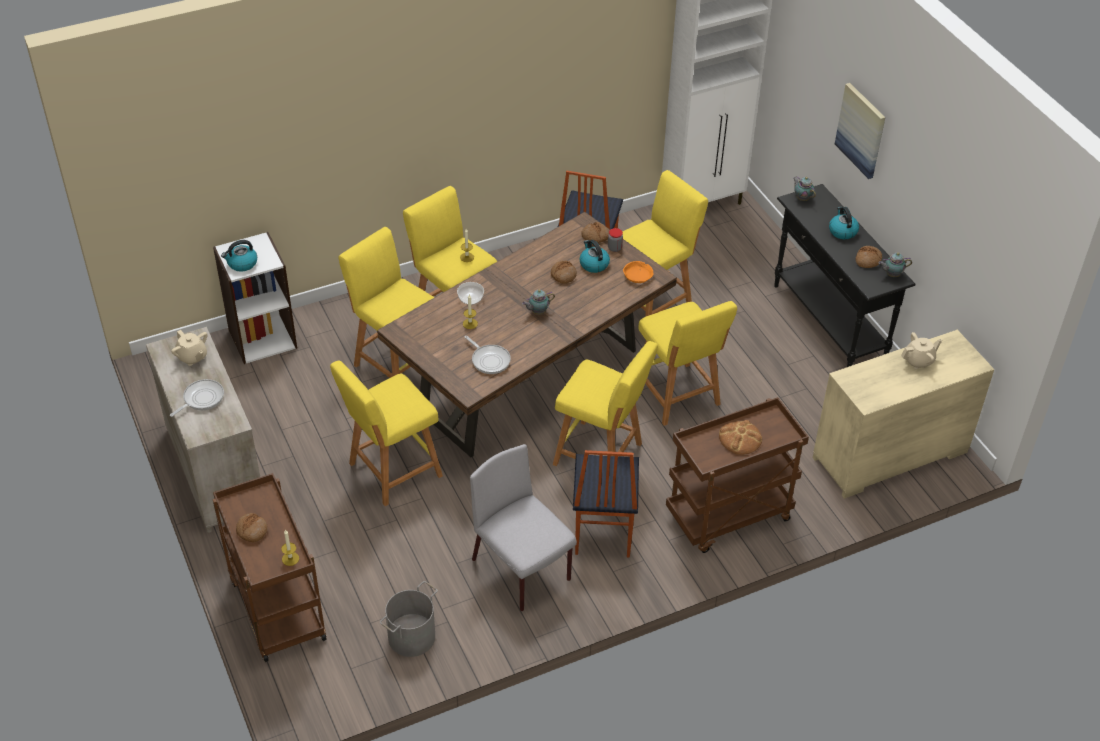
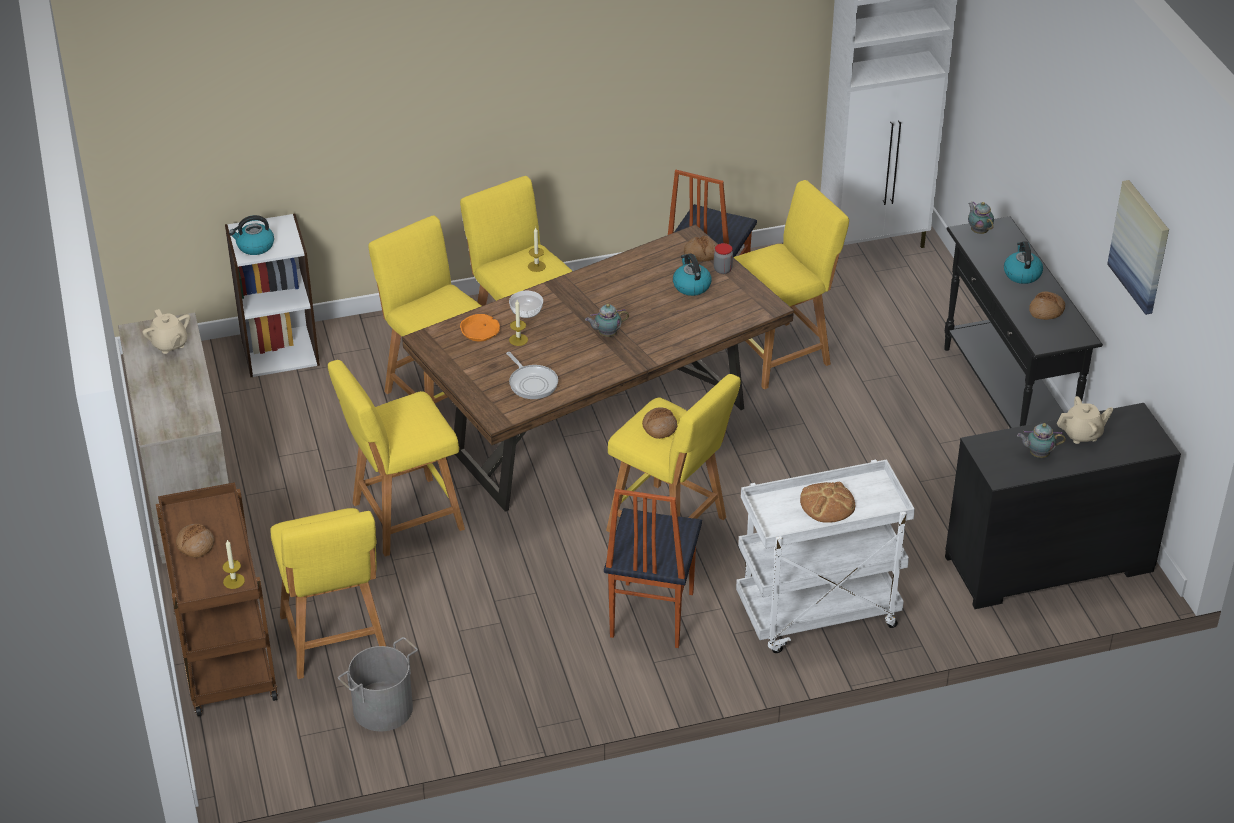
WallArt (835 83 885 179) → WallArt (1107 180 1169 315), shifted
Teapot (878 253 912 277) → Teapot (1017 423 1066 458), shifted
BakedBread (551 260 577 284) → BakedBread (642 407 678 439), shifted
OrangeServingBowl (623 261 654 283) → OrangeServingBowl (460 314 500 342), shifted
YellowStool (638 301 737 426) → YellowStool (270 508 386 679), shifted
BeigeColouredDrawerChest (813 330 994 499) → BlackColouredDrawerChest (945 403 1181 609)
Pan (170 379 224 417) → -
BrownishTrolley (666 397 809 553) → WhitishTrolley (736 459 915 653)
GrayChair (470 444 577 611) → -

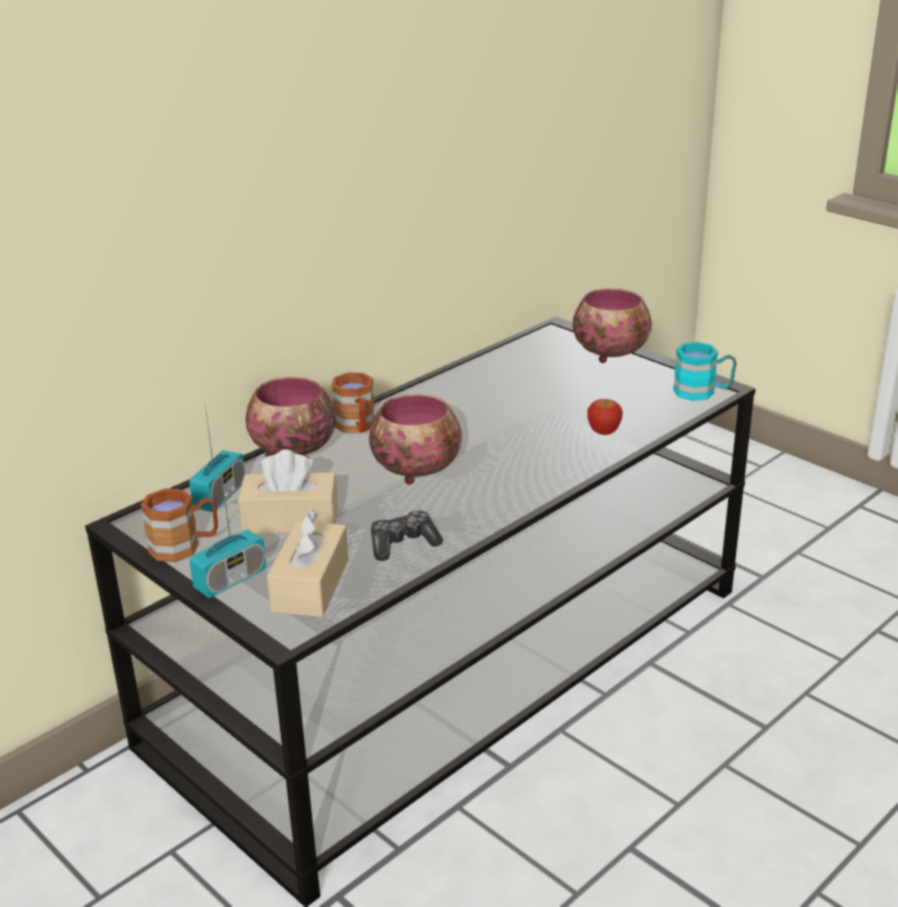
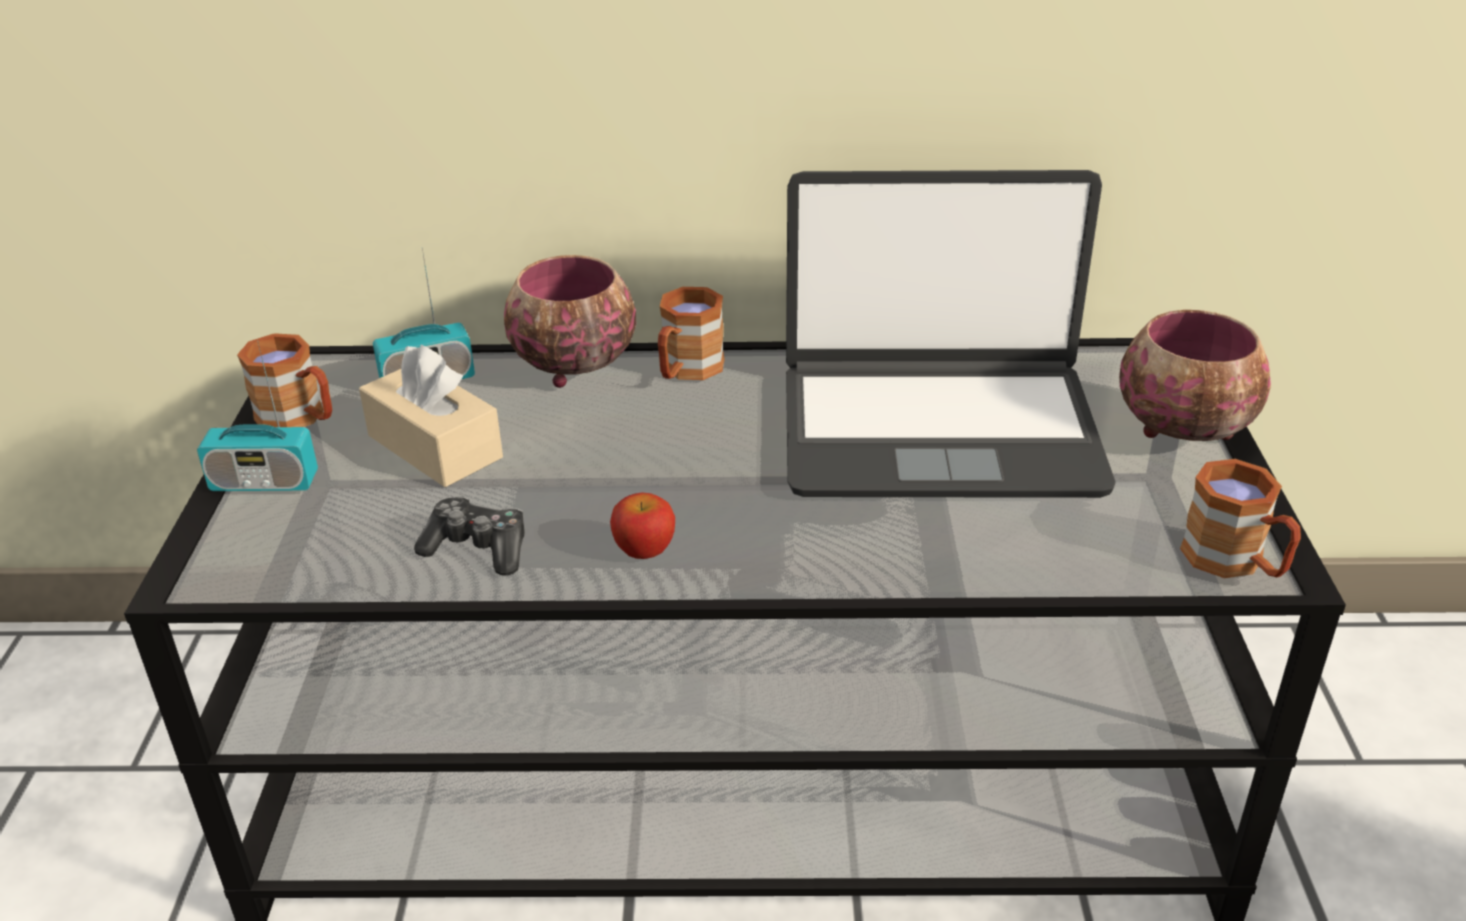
BlueGreenMug (673 342 736 401) → BrownishMug (1180 459 1301 578)
ServingBowl (369 394 462 484) → -
WholeApple (587 399 623 435) → WholeApple (610 492 675 559), shifted
BeigeColouredTissueBox (267 510 349 617) → -
- → PortableComputer (786 170 1116 498)

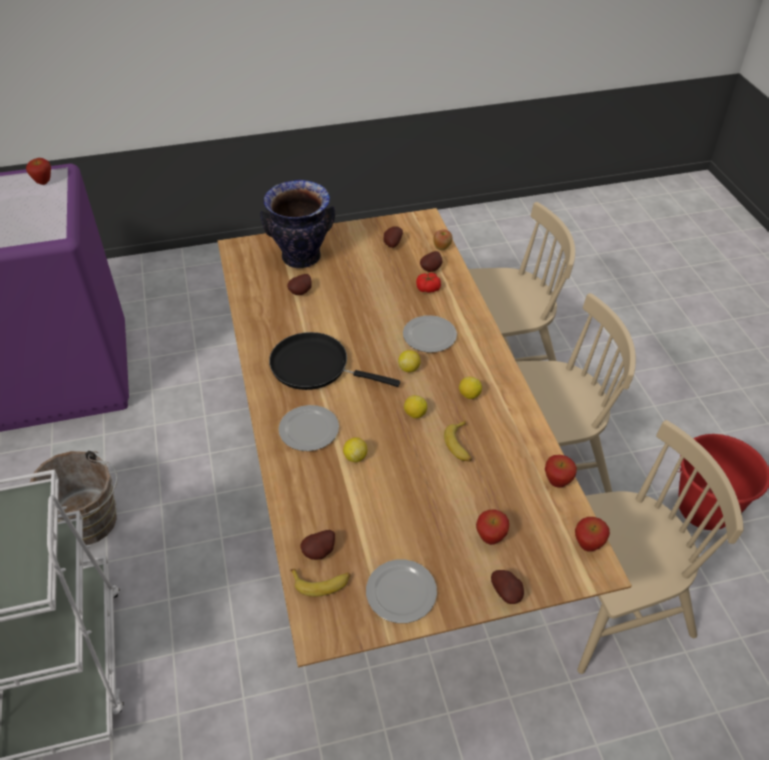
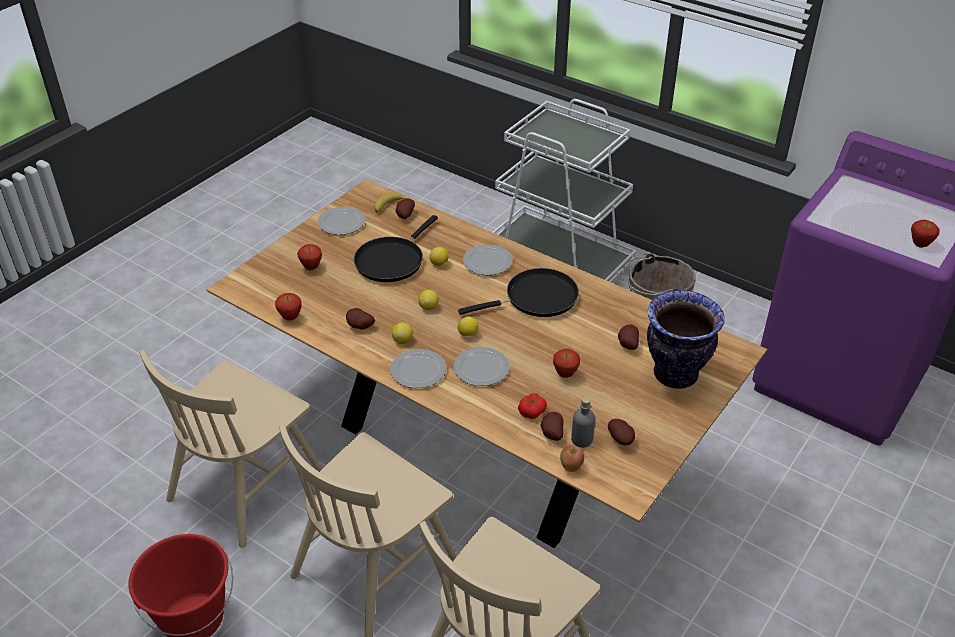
BananaFruit (444 420 472 461) → -
WholeApple (575 517 610 552) → WholeApple (553 349 580 378), shifted
WholePotato (491 570 524 604) → WholePotato (346 308 375 329), shifted
- → BlackColouredPan (354 215 438 282)
- → DinnerPlate (390 349 446 388)
- → GrayBeverageBottle (571 396 595 448)

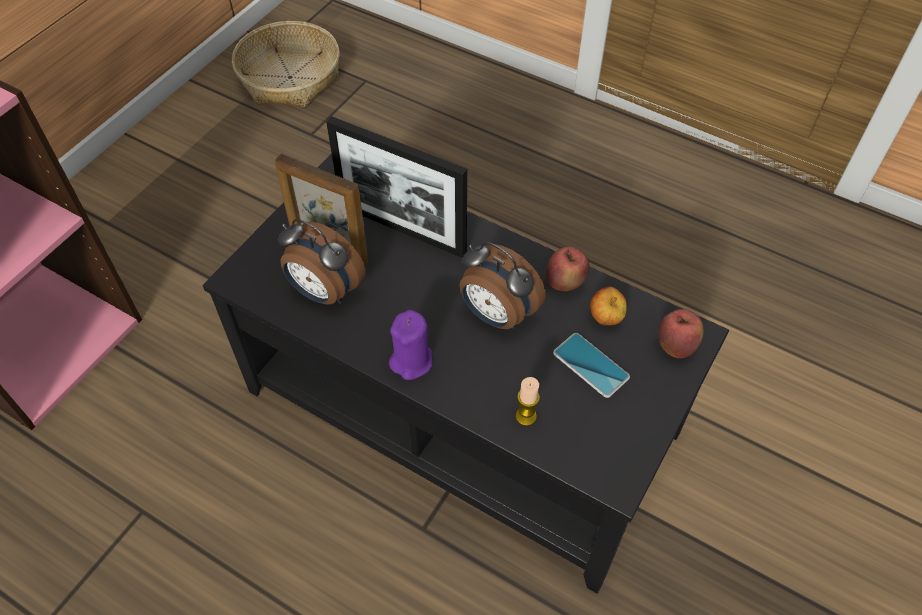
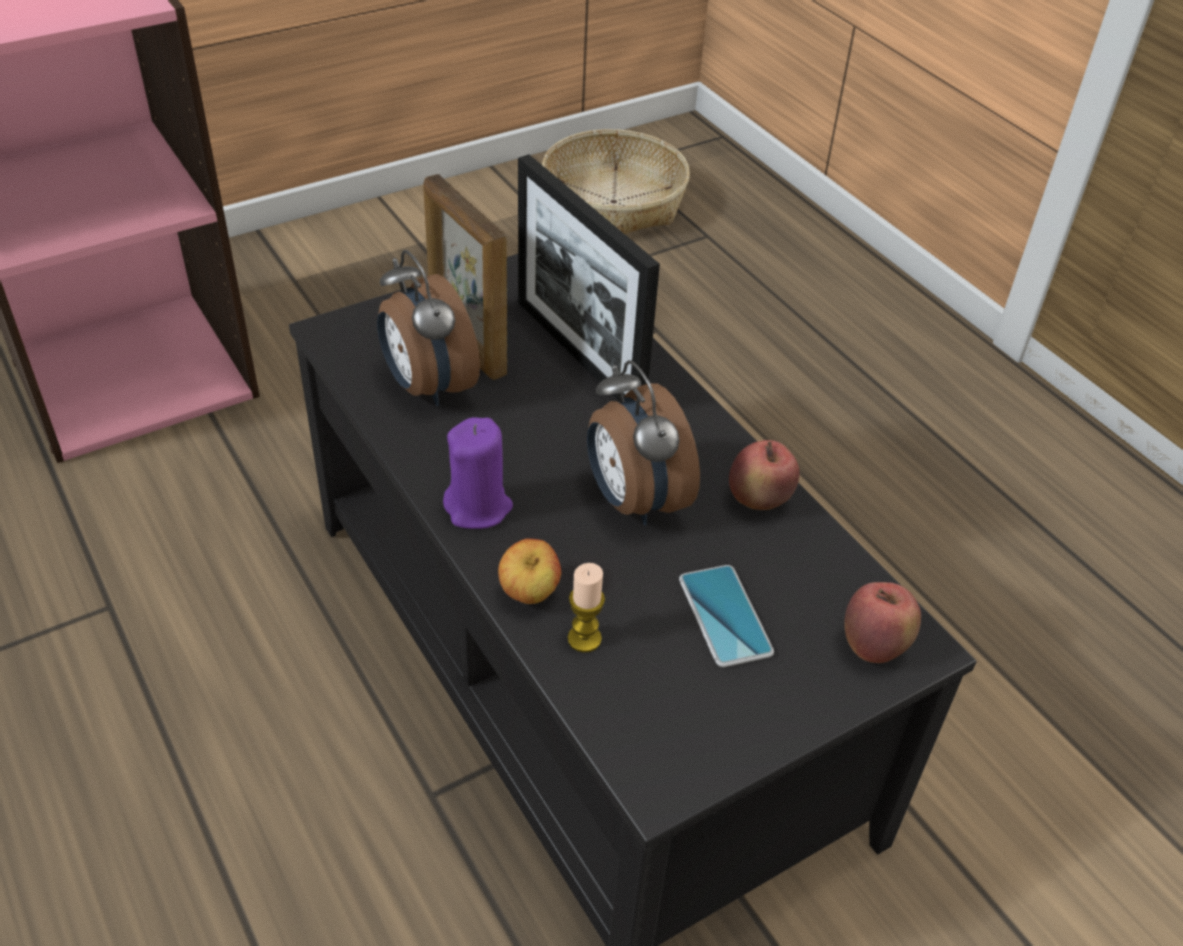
WholeApple (590 286 627 325) → WholeApple (498 538 561 604), shifted

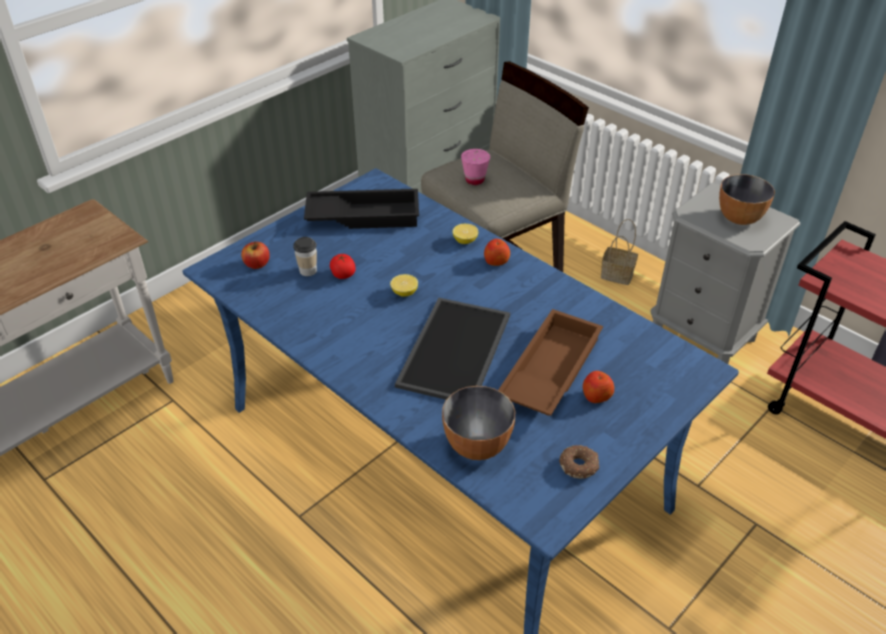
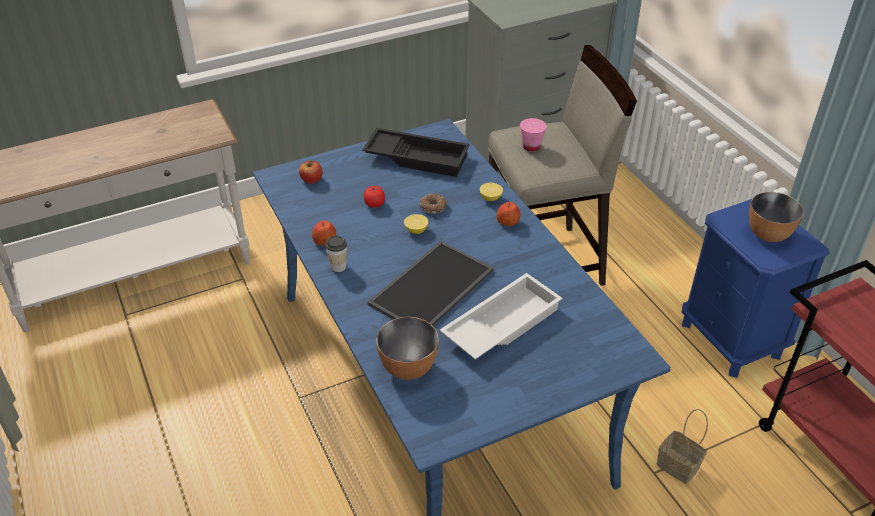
GrayNightTable (650 182 800 364) → BlueNightTable (682 199 830 378)
HouseholdBasket (601 219 638 285) → HouseholdBasket (657 409 708 484), shifted
SmallCup (293 237 317 276) → SmallCup (325 236 347 272), shifted
BrownishServingTray (498 309 603 416) → WhitishServingTray (440 273 563 360)
WholeApple (583 371 614 403) → WholeApple (312 220 336 245), shifted
RingDoughnut (559 445 599 479) → RingDoughnut (420 194 448 214), shifted

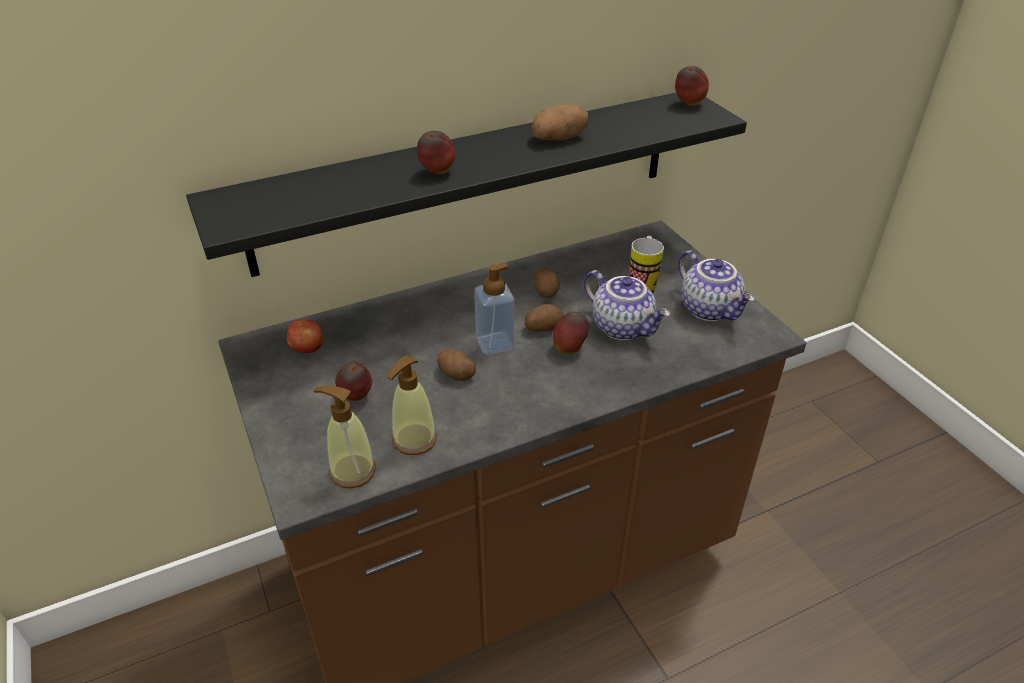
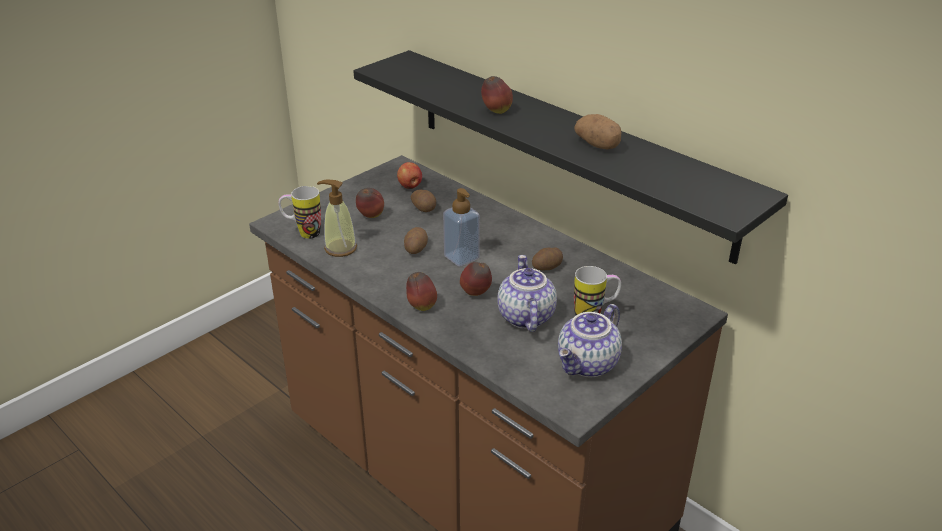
WholeApple (675 66 709 106) → WholeApple (406 272 437 311), shifted
Teapot (584 270 670 340) → Teapot (497 255 557 332), 150 degrees clockwise
WholePotato (525 304 564 332) → WholePotato (411 190 436 212), shifted
SoapBottle (313 385 376 488) → Mug (279 186 321 239)

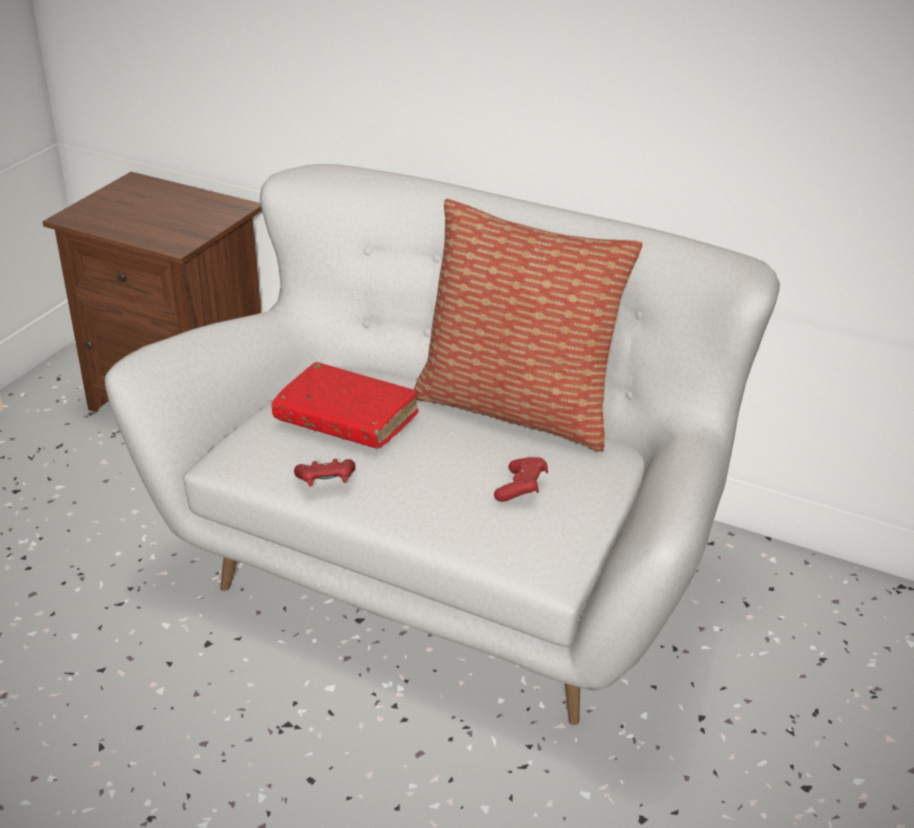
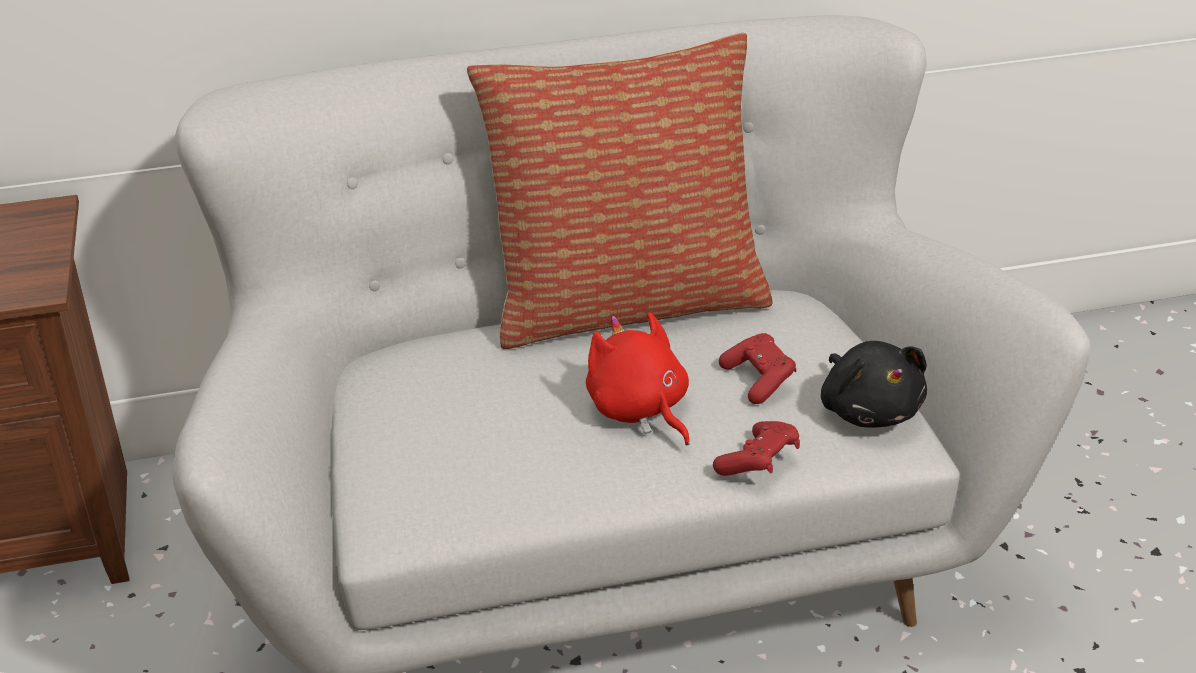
RedColouredVolume (271 362 419 449) → -
RedColouredGamepad (294 459 355 487) → RedColouredGamepad (713 421 800 476), shifted
- → RedColouredCuddlyToy (586 312 689 445)
- → BlackColouredCuddlyToy (821 341 927 428)

